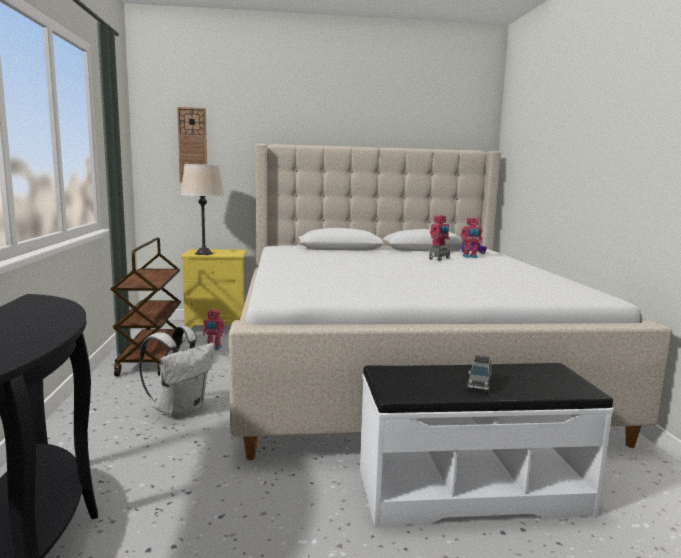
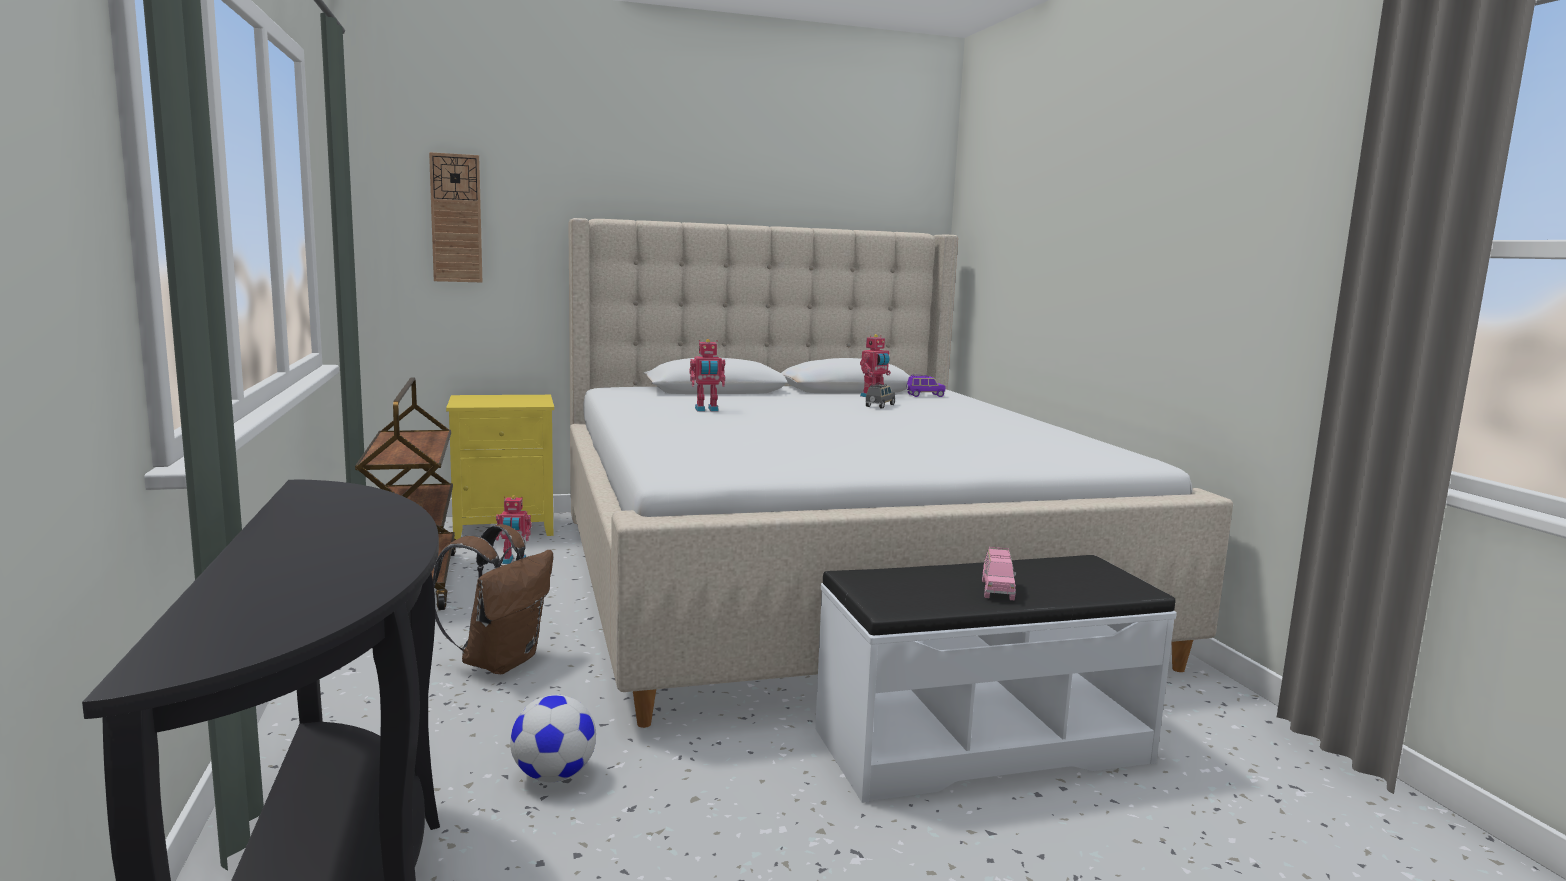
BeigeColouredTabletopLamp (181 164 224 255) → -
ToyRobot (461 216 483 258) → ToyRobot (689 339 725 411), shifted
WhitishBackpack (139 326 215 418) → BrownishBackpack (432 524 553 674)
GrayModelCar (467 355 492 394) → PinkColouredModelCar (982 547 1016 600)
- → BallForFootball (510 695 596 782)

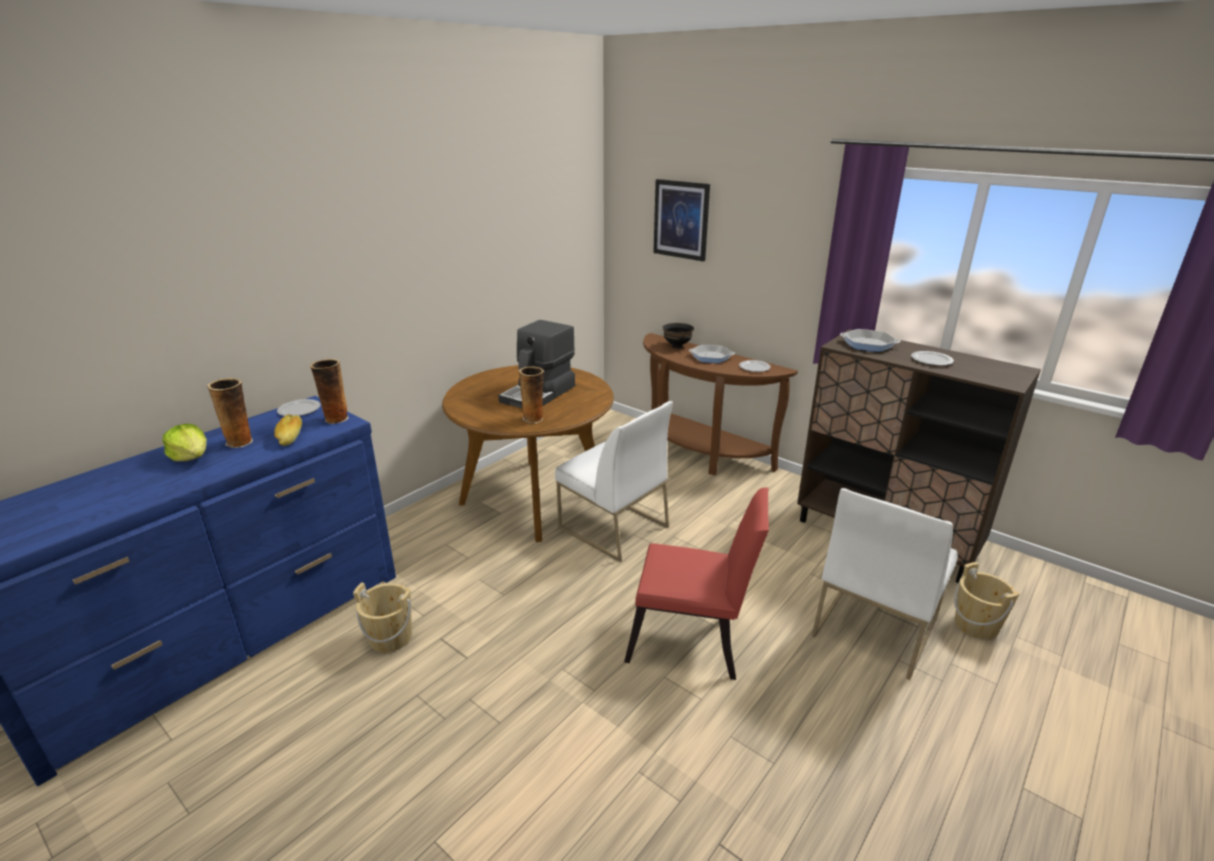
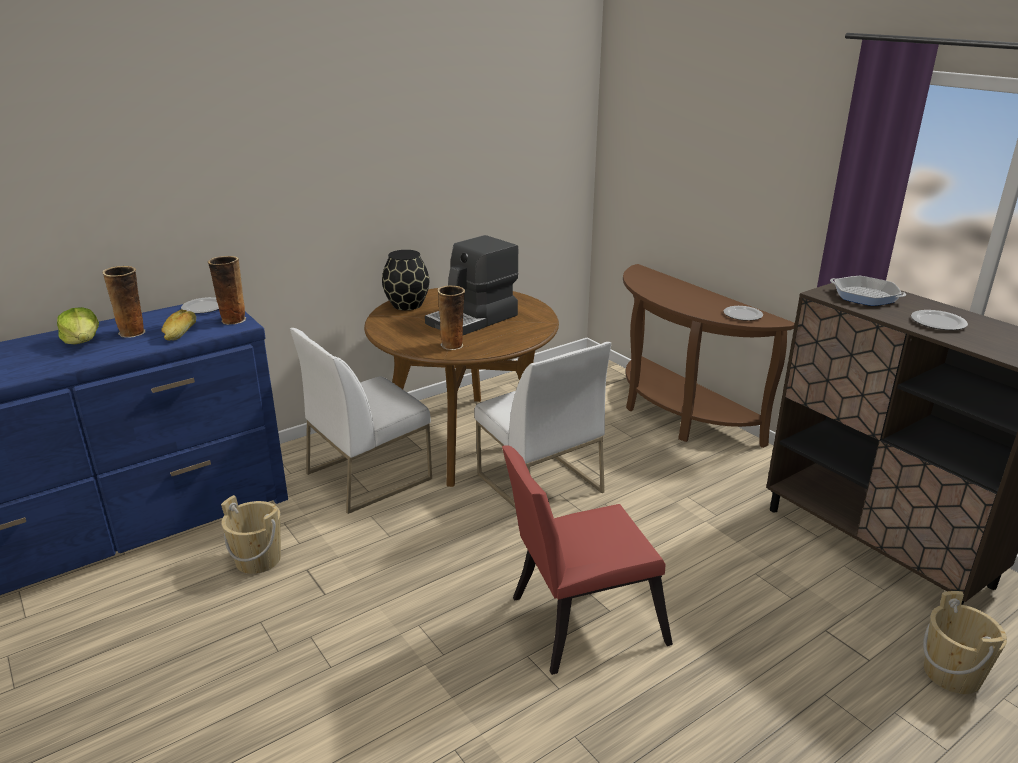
WallArt (653 179 710 261) → -
BlackColouredServingBowl (662 323 694 348) → -
Pan (689 345 735 363) → -
RedColouredChair (624 487 769 680) → RedColouredChair (502 446 673 675), 135 degrees clockwise
WhitishChair (812 488 958 680) → WhitishChair (290 328 432 514), shifted
- → BlackColouredVase (382 250 429 310)

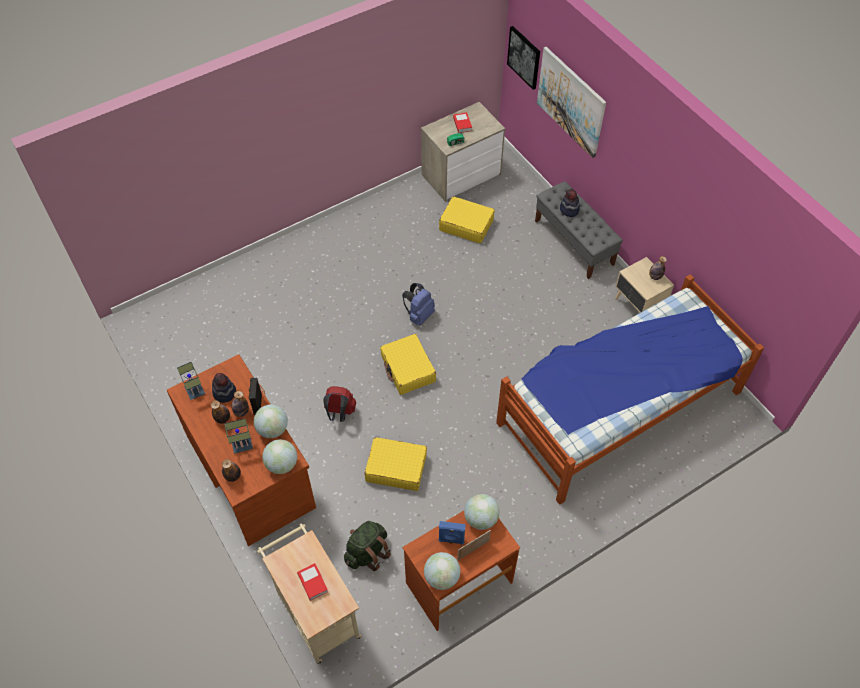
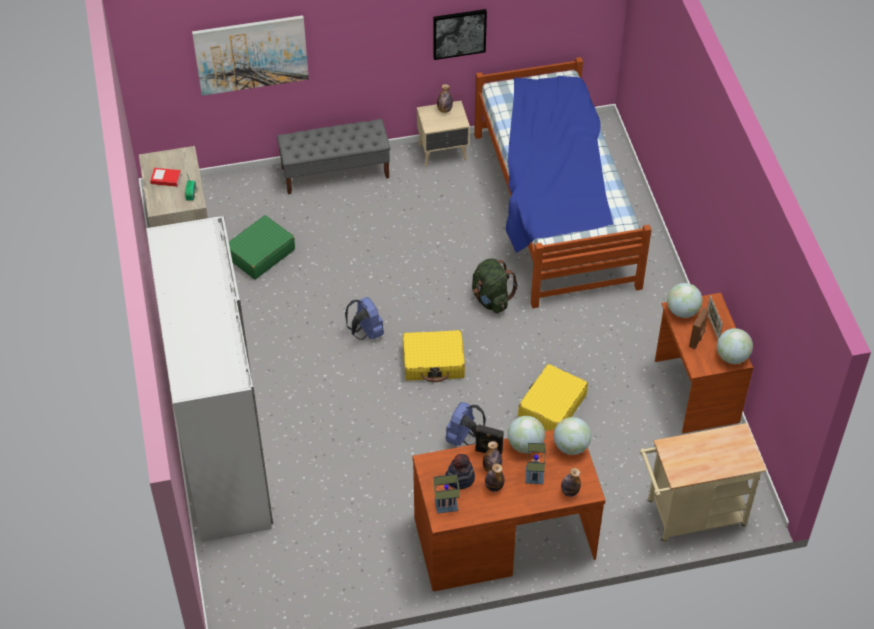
WallArt (507 26 540 90) → WallArt (433 9 487 60), shifted
ClothingHat (560 189 580 217) → -
YellowSuitcase (439 196 495 243) → GreenSuitcase (229 215 295 279)
RedColouredBackpack (323 386 356 422) → BlueBackpack (445 402 486 446)
GreenBackpack (344 521 391 571) → GreenBackpack (472 258 518 313), shifted
BlueLoudspeaker (439 521 465 545) → BrownishLoudspeaker (689 307 709 349)
Volume (297 563 328 601) → -
- → WhitishArmoire (146 216 273 542)

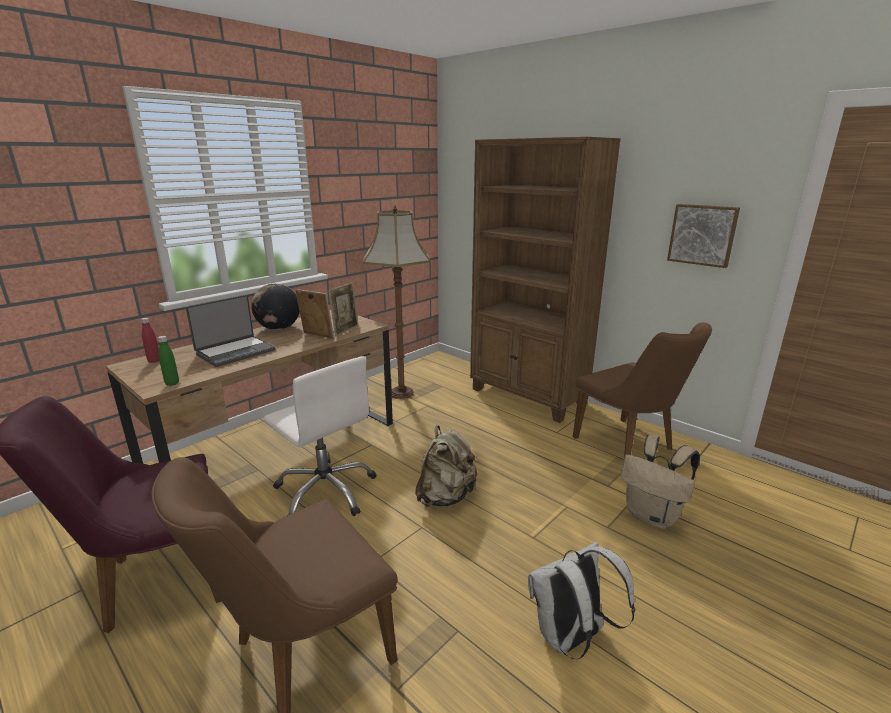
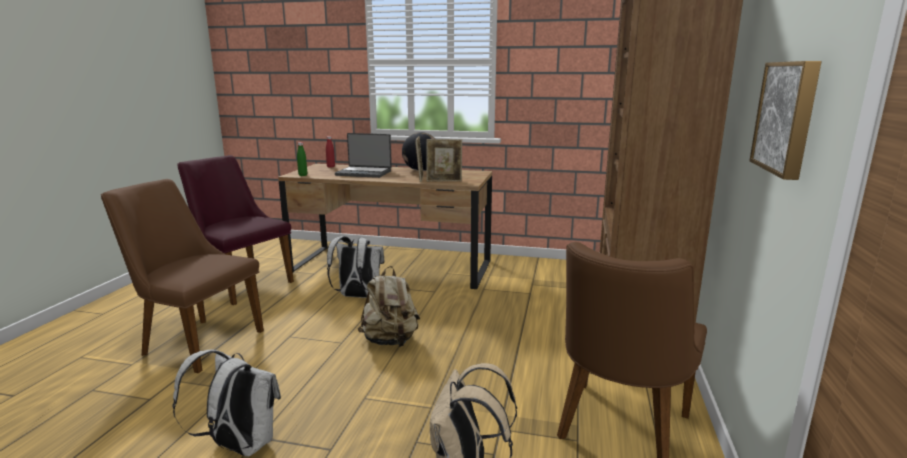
FloorLamp (363 206 431 399) → -
WhitishComputerChair (264 356 377 516) → WhitishBackpack (327 236 385 298)

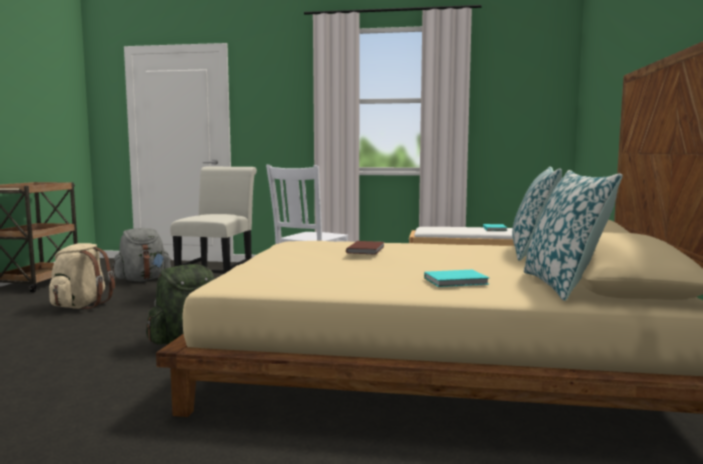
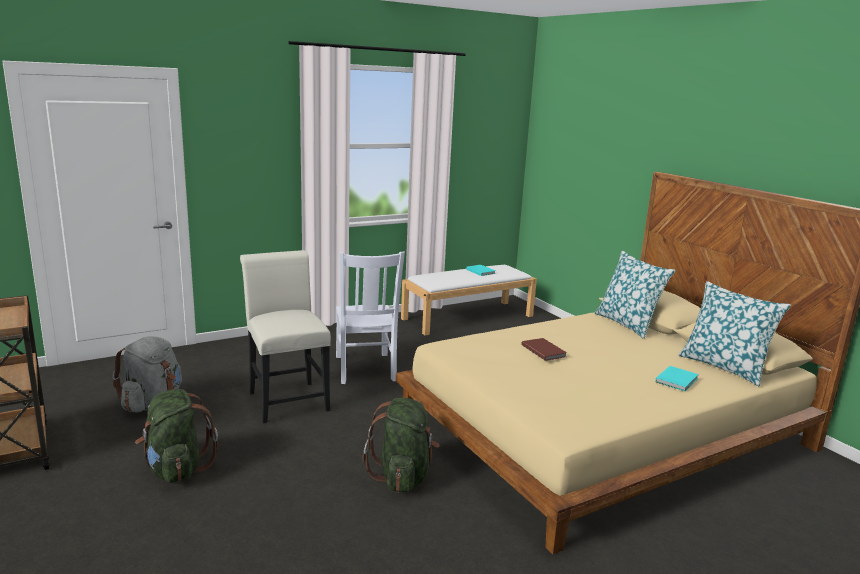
BeigeColouredBackpack (49 243 115 309) → GreenBackpack (135 389 218 483)

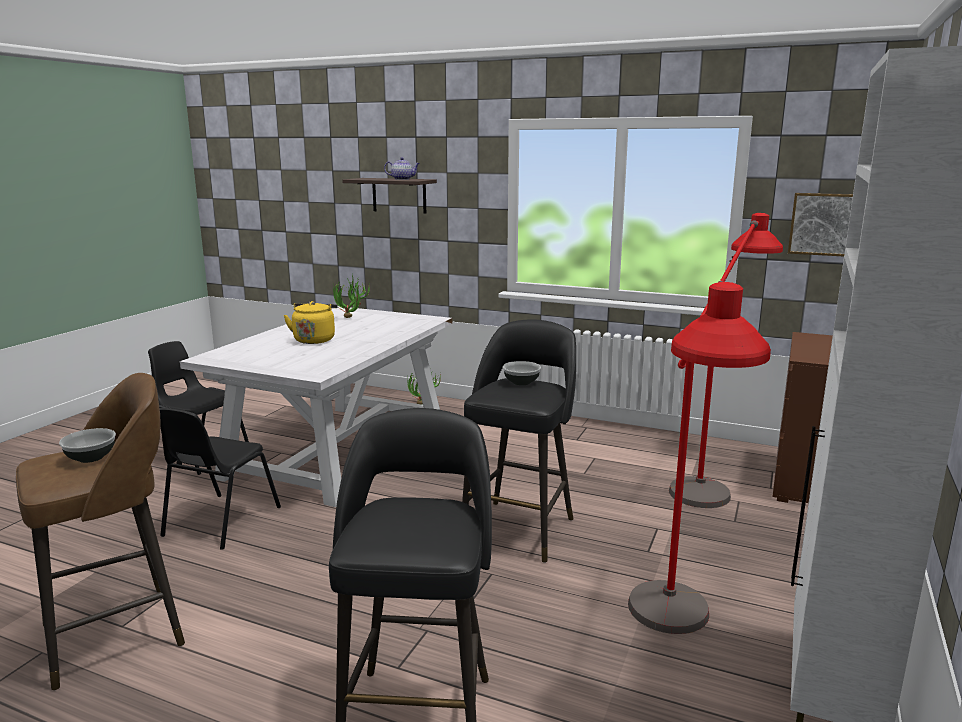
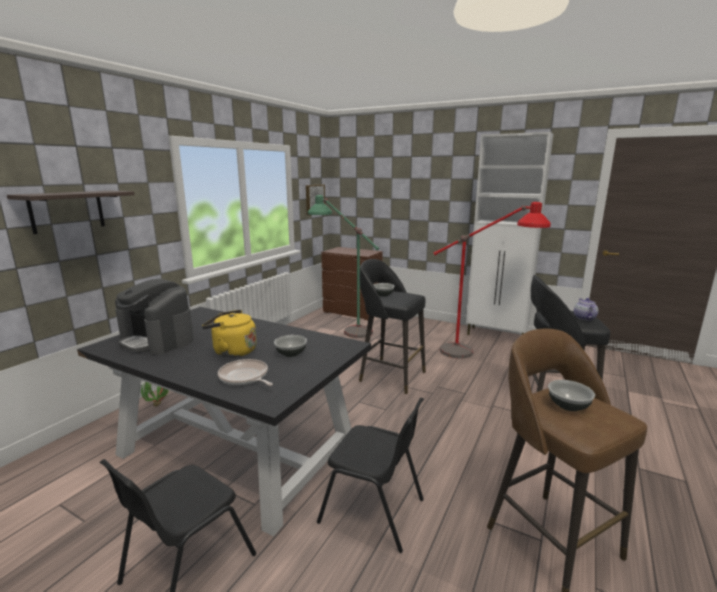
Teapot (384 157 420 180) → Teapot (574 298 598 320), shifted
RedColouredFloorLamp (669 213 783 508) → GreenFloorLamp (308 195 379 338)
PlantInAPot (333 274 370 318) → CoffeeMaker (115 278 194 355)
WhitishDiningTable (180 306 452 507) → BlackColouredDiningTable (77 307 371 537)
- → ServingBowl (274 335 307 357)
- → Pan (218 359 273 386)

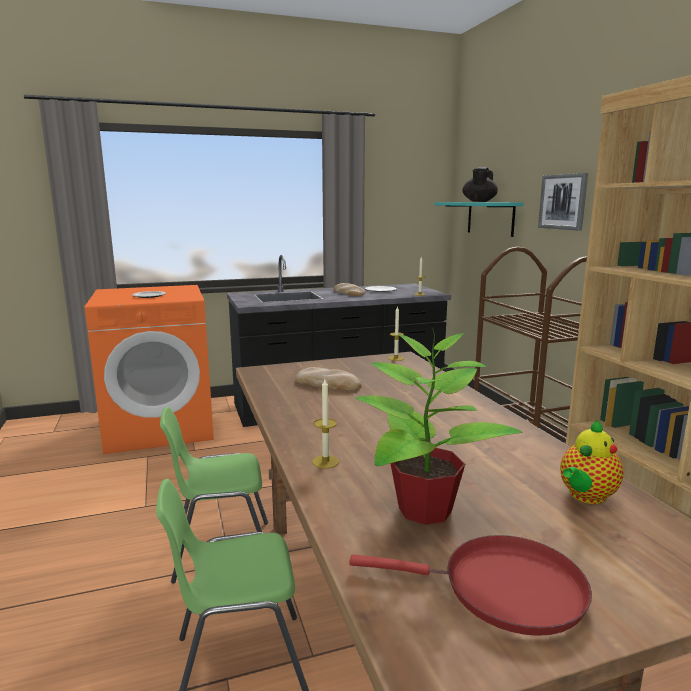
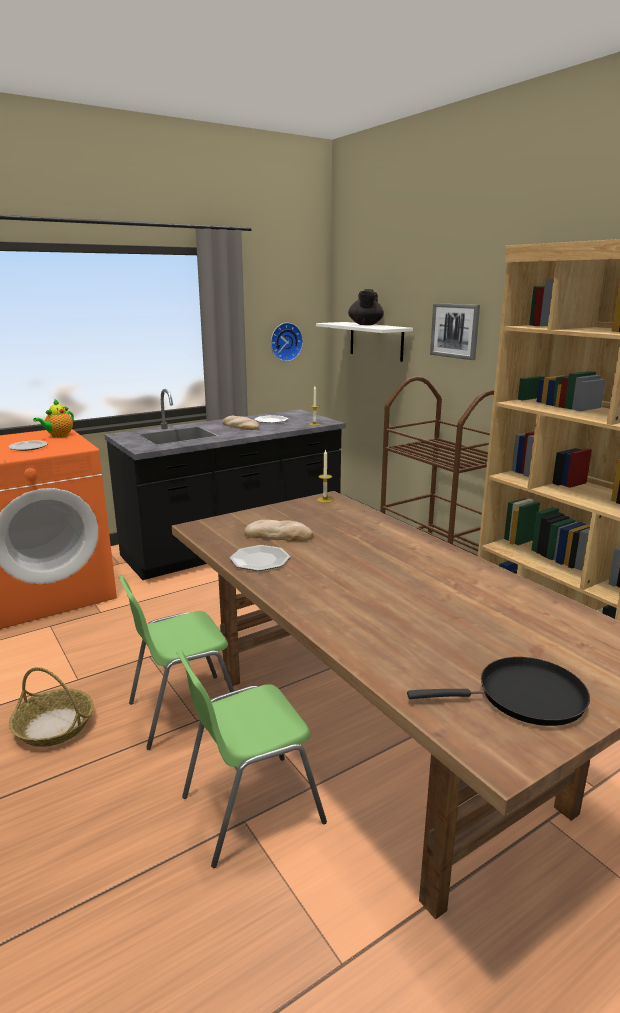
BlueGreenBracketShelf (434 202 524 237) → WhitishBracketShelf (316 322 413 362)
PlantInAPot (355 328 522 525) → -
Candle (312 379 339 469) → -
Teapot (560 419 624 504) → Teapot (33 399 74 438), shifted
RedColouredPan (349 535 592 636) → BlackColouredPan (407 657 590 726)
- → WallClock (271 322 303 362)
- → DinnerPlate (230 545 290 571)
- → HouseholdBasket (9 667 94 747)

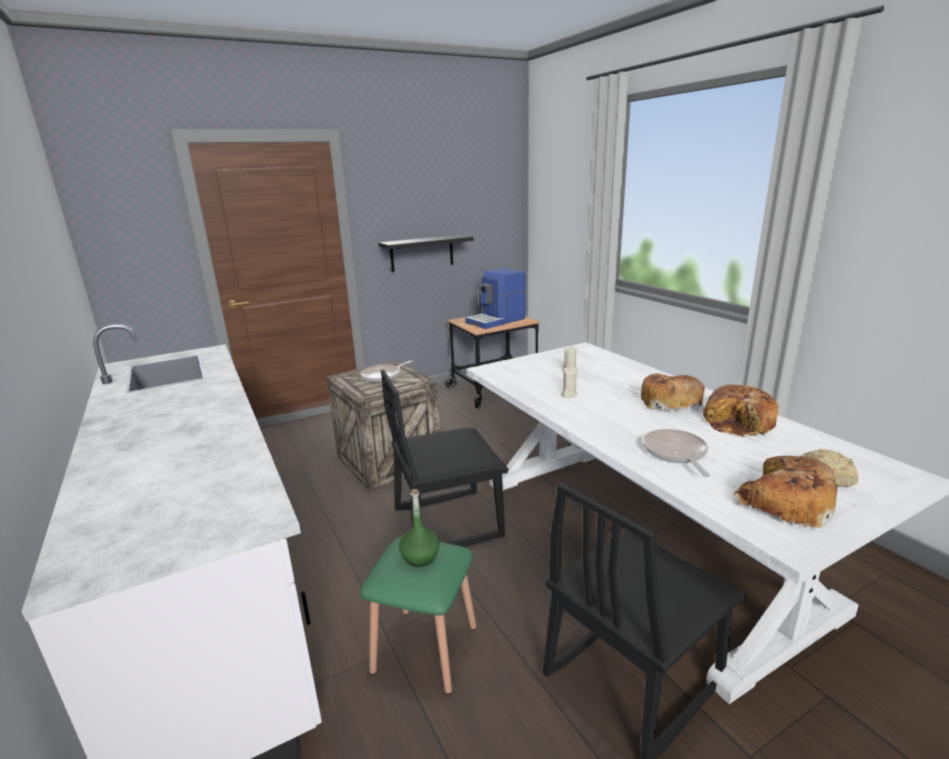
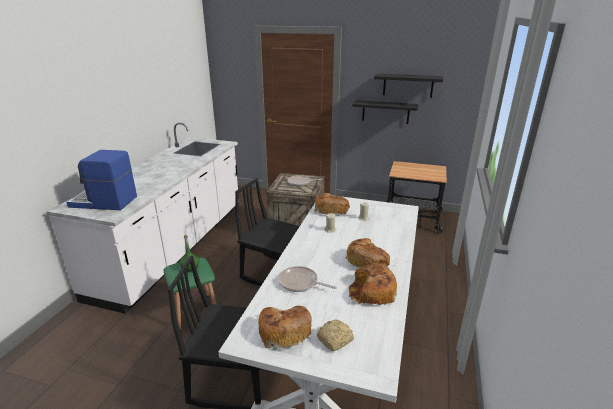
CoffeeMaker (465 268 526 329) → CoffeeMaker (66 150 137 210), shifted
Pan (643 429 710 477) → Pan (279 266 337 292), 105 degrees counterclockwise
- → BlackColouredBracketShelf (374 73 443 98)
- → BakedBread (314 193 350 215)

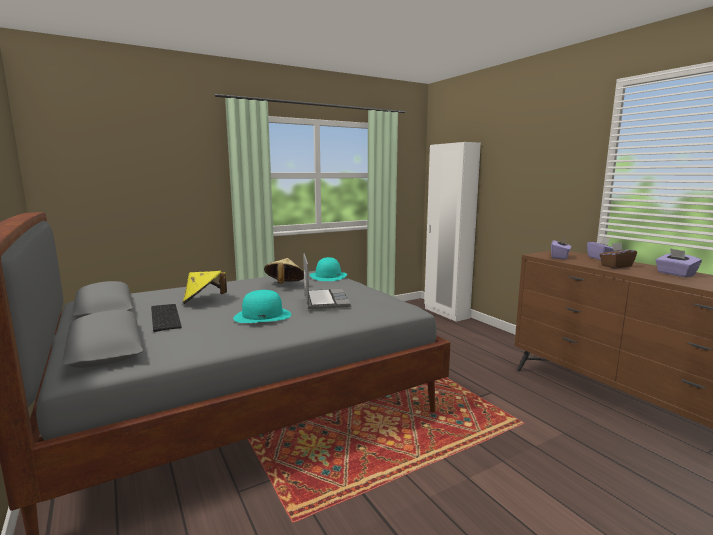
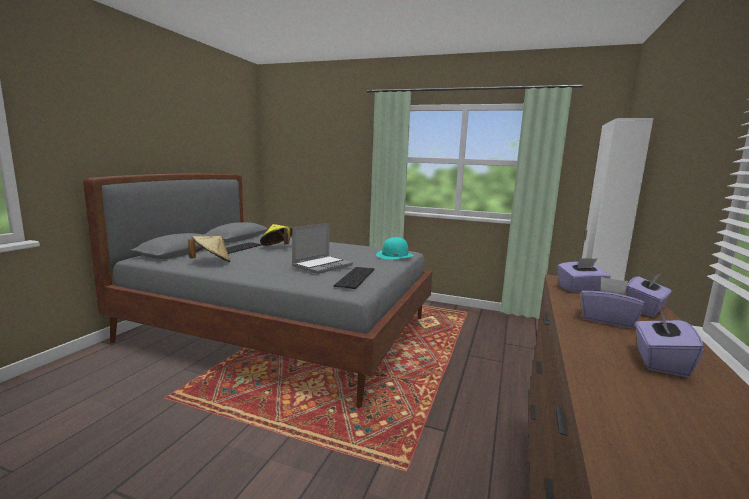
BrownishTissueBox (600 243 637 268) → PurpleColouredTissueBox (581 277 646 328)
BeigeColouredClothingHat (264 258 304 284) → BeigeColouredClothingHat (188 236 230 262), shifted
BlueGreenClothingHat (233 290 291 323) → -
- → ComputerKeyboard (333 267 374 289)

